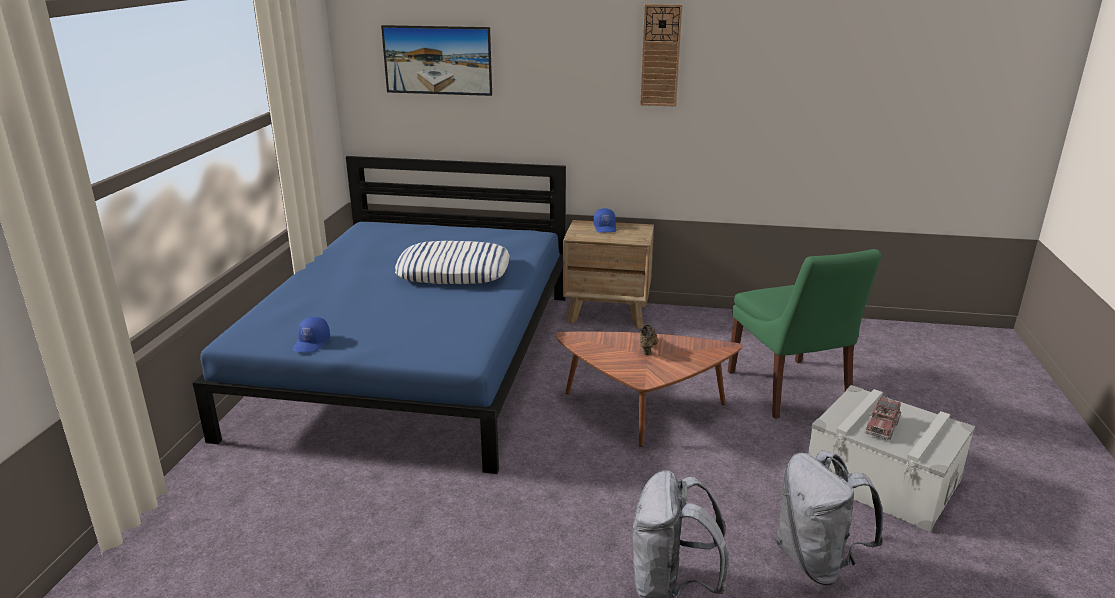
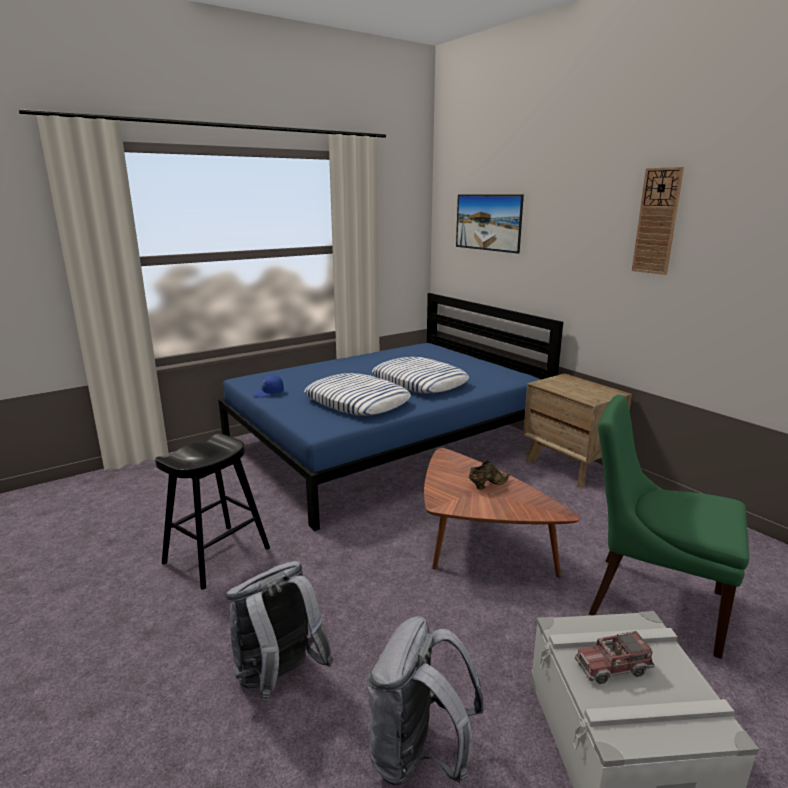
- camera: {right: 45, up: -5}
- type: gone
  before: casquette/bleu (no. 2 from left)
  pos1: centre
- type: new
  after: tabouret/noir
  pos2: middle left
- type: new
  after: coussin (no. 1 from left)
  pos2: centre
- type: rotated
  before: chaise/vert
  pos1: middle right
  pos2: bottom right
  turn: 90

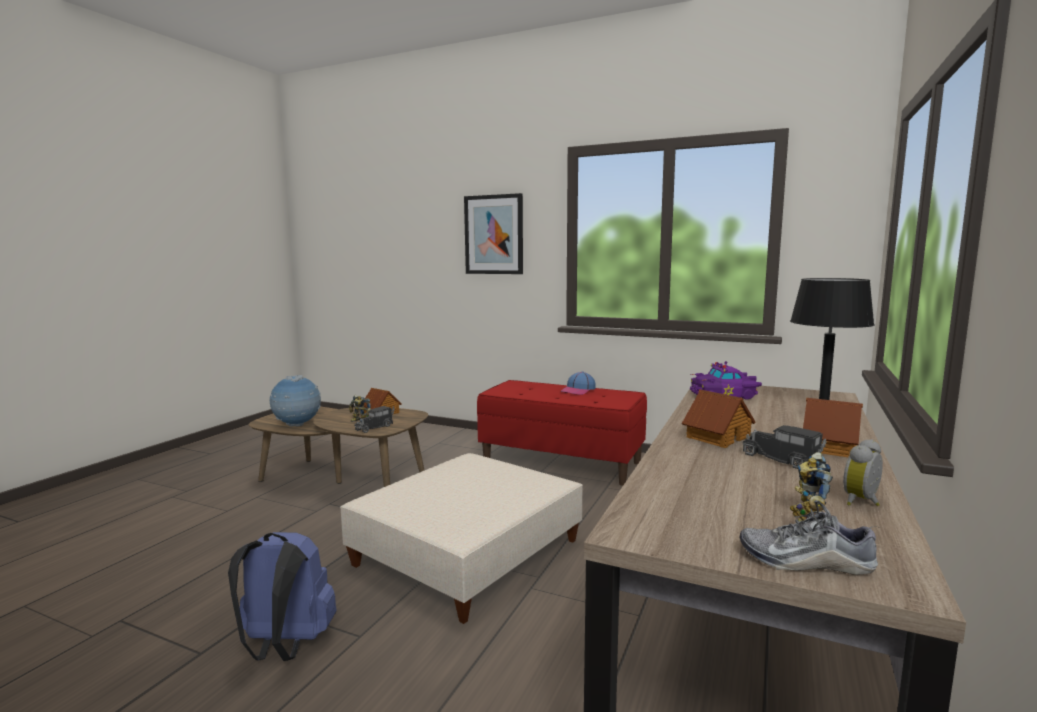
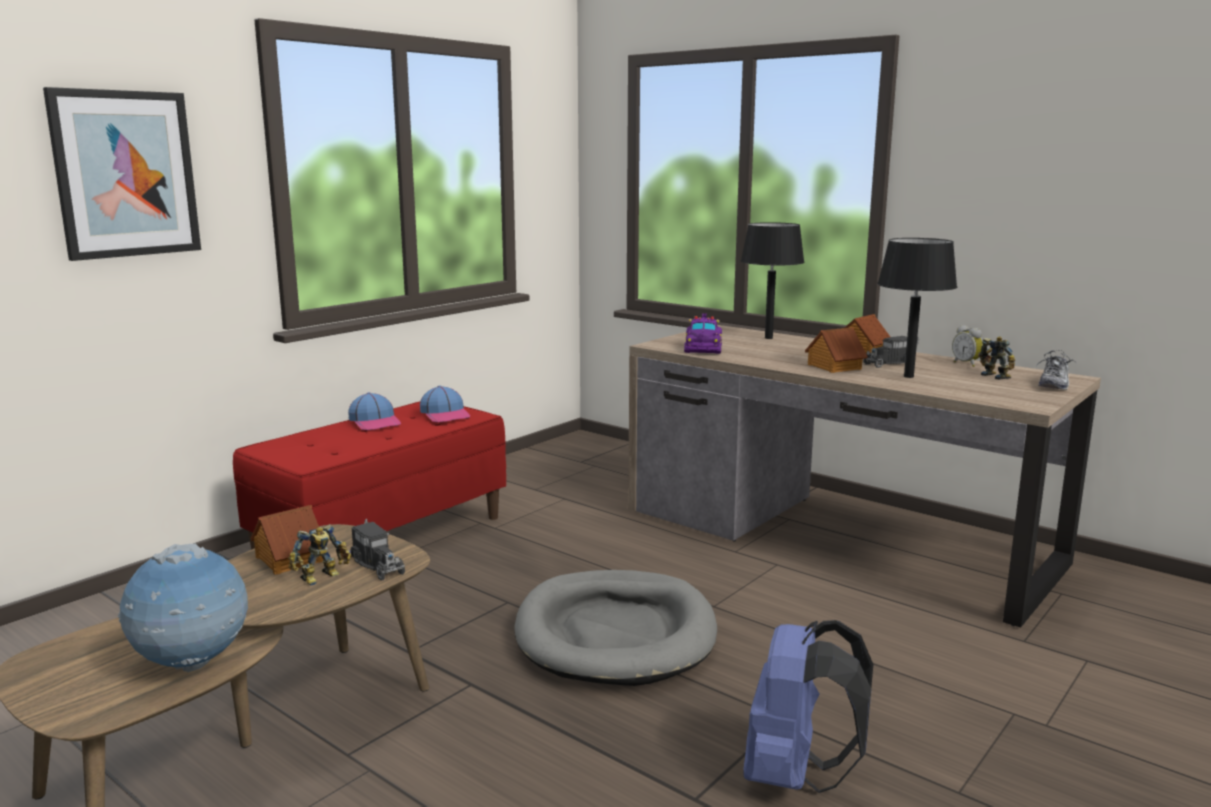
- camera: {right: -75, up: 5}
- type: new
  after: casquette (no. 2 from left)
  pos2: centre
- type: new
  after: lampe de table/noir (no. 2 from left)
  pos2: middle right
- type: swapped
  before: pouf/beige
  after: panier pour chien/gris
  pos1: bottom centre
  pos2: bottom centre
- type: rotated
  before: robot jouet (no. 2 from left)
  pos1: bottom right
  pos2: middle right
  turn: -150

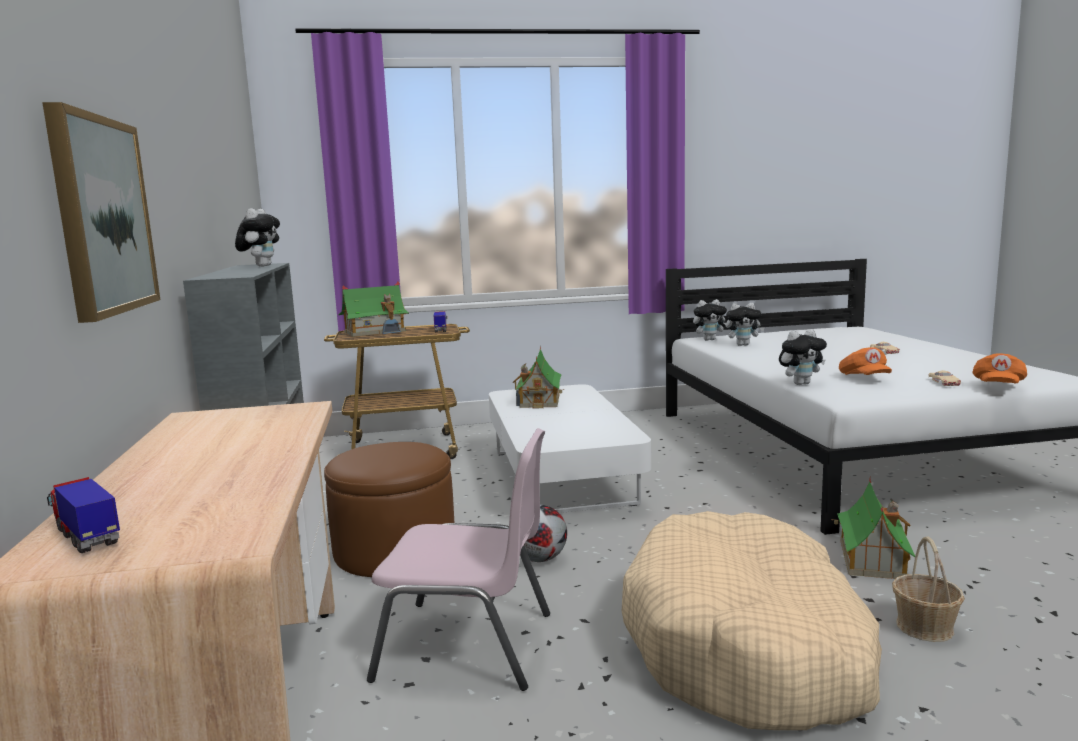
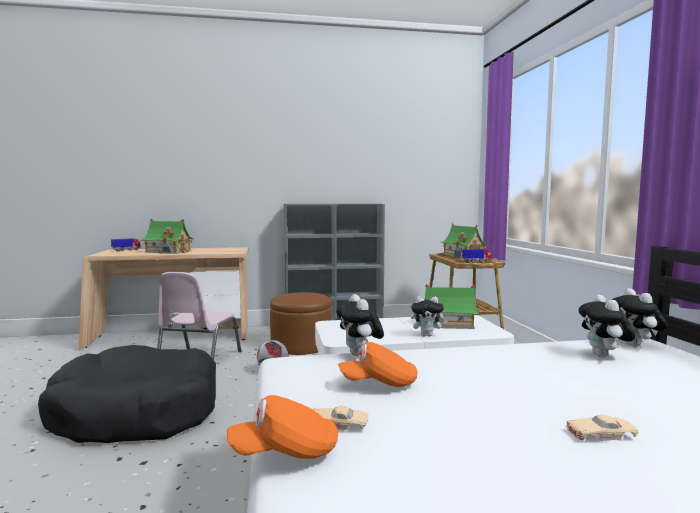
- camera: {right: 90, up: -5}
- type: gone
  before: tableau
  pos1: top left
- type: gone
  before: panier
  pos1: bottom right
- type: shifted
  before: peluche (no. 1 from left in the first image)
  after: peluche (no. 2 from left)
  pos1: top left
  pos2: centre
- type: shifted
  before: maison miniature (no. 3 from left in the first image)
  after: maison miniature (no. 1 from left)
  pos1: bottom right
  pos2: middle left
- type: repainted
  before: panier pour chien/beige
  after: panier pour chien/noir
  pos1: bottom right
  pos2: bottom left
- type: rotated
  before: casquette/orange (no. 2 from left in the first image)
  pos1: middle right
  pos2: bottom centre
  turn: -45

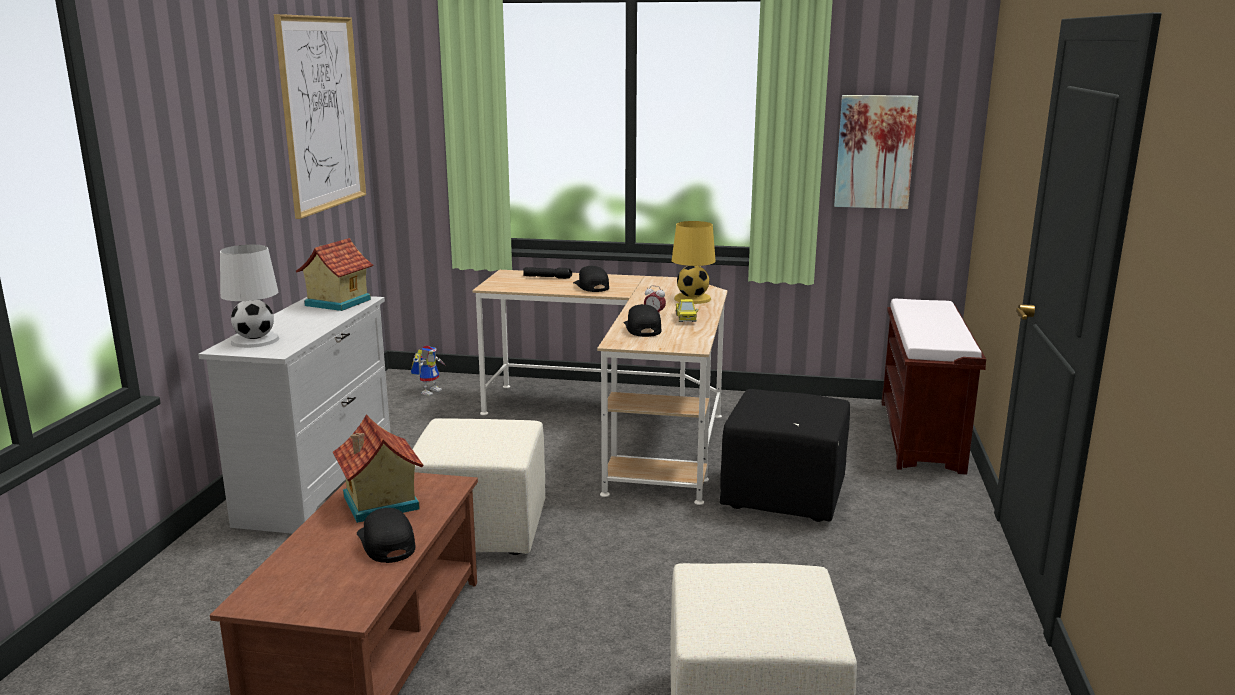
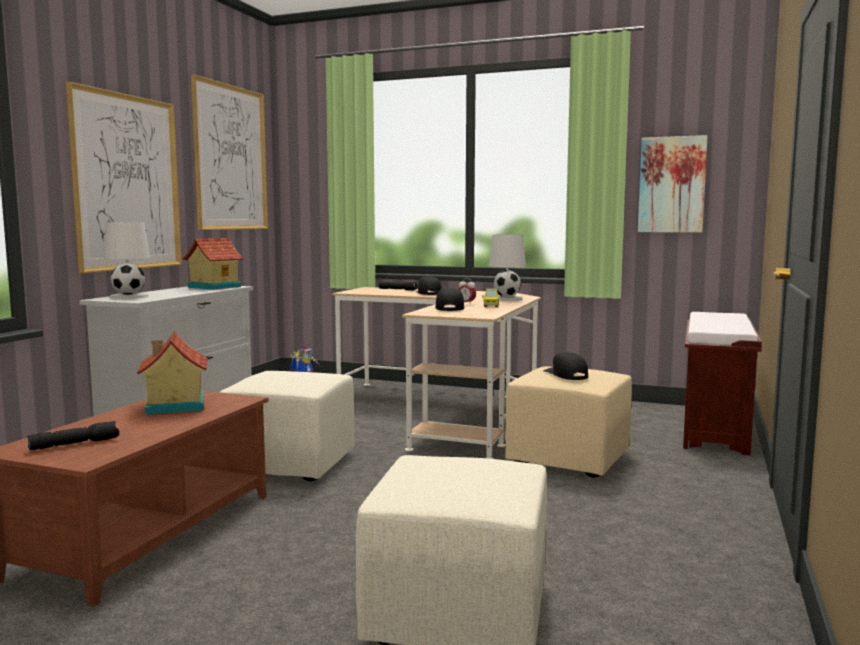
- camera: {right: 10, up: -10}
- type: new
  after: lampe de poche/noir (no. 1 from left)
  pos2: bottom left
- type: new
  after: tableau (no. 1 from left)
  pos2: top left
- type: shifted
  before: casquette/noir (no. 1 from left in the first image)
  after: casquette/noir (no. 3 from left)
  pos1: bottom left
  pos2: centre
- type: repainted
  before: lampe de table/jaune
  after: lampe de table/blanc (no. 2 from left)
  pos1: centre
  pos2: centre
- type: repainted
  before: pouf/noir
  after: pouf/beige (no. 3 from left)
  pos1: centre
  pos2: centre

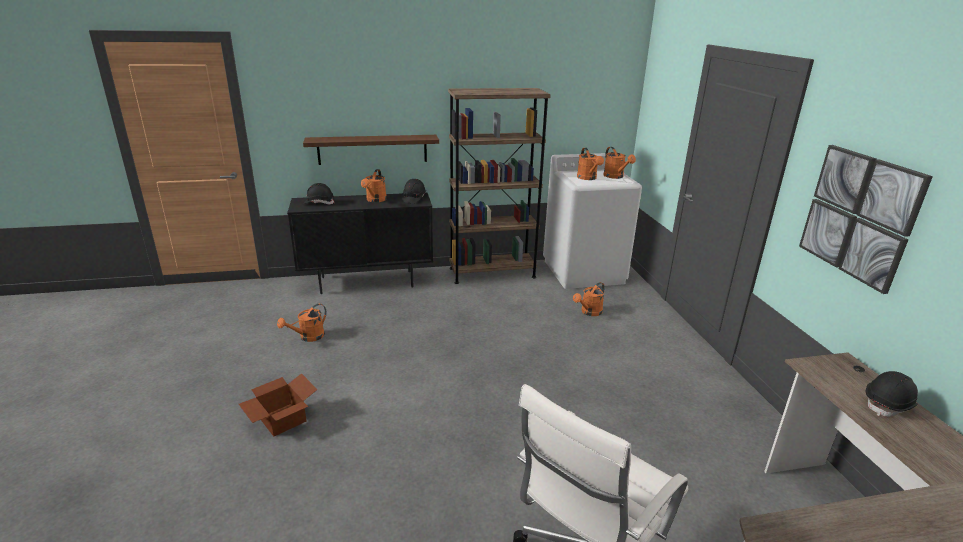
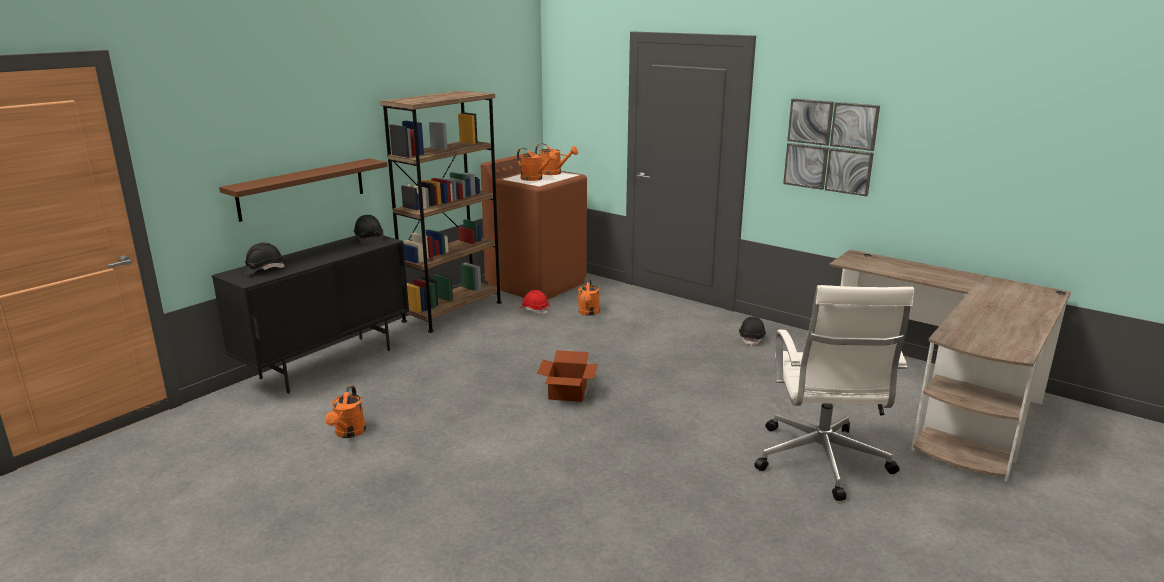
- camera: {right: -40, up: -5}
- type: gone
  before: arrosoir/orange (no. 2 from left)
  pos1: centre
- type: new
  after: casque de chantier/rouge
  pos2: centre
- type: shifted
  before: carton
  pos1: bottom left
  pos2: centre
- type: shifted
  before: casque de chantier/noir (no. 3 from left)
  pos1: bottom right
  pos2: centre
- type: repainted
  before: lave-linge/blanc
  after: lave-linge/marron
  pos1: centre
  pos2: centre

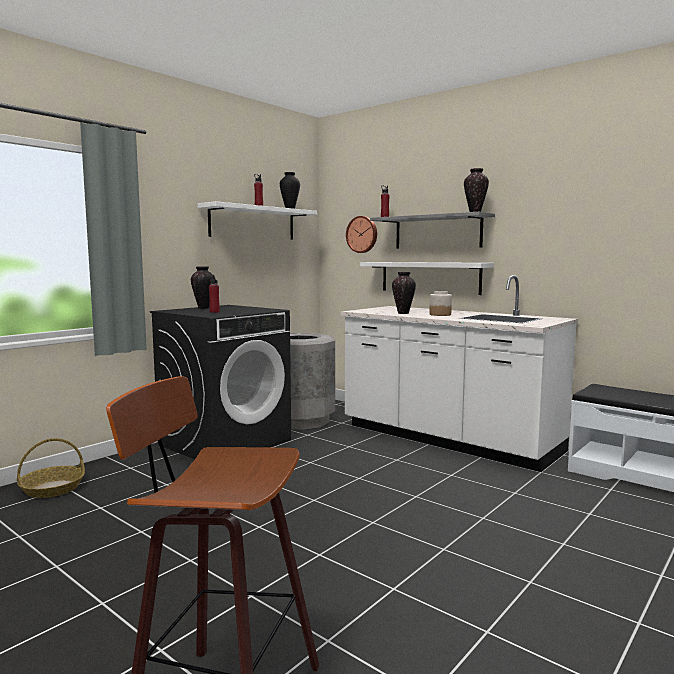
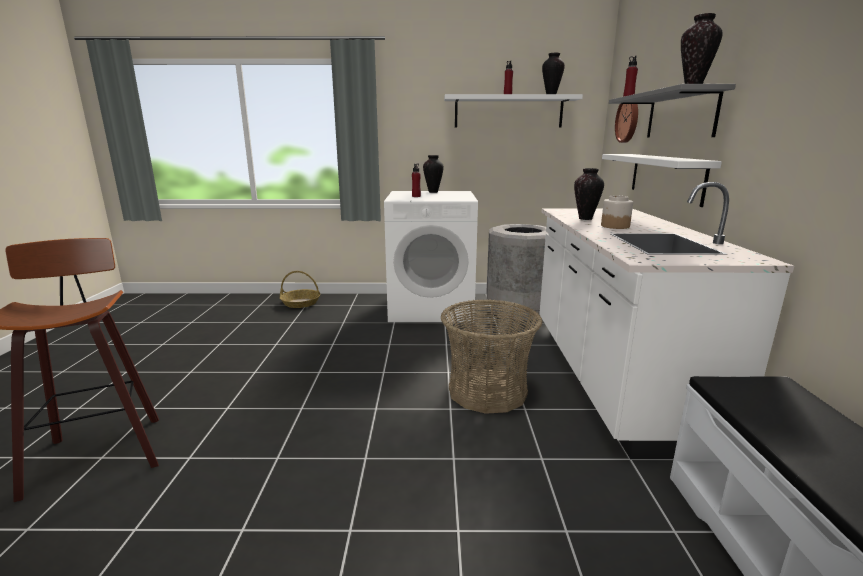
- camera: {right: 50, up: 10}
- type: new
  after: panier (no. 2 from left)
  pos2: centre
- type: repainted
  before: lave-linge/noir
  after: lave-linge/blanc
  pos1: middle left
  pos2: centre

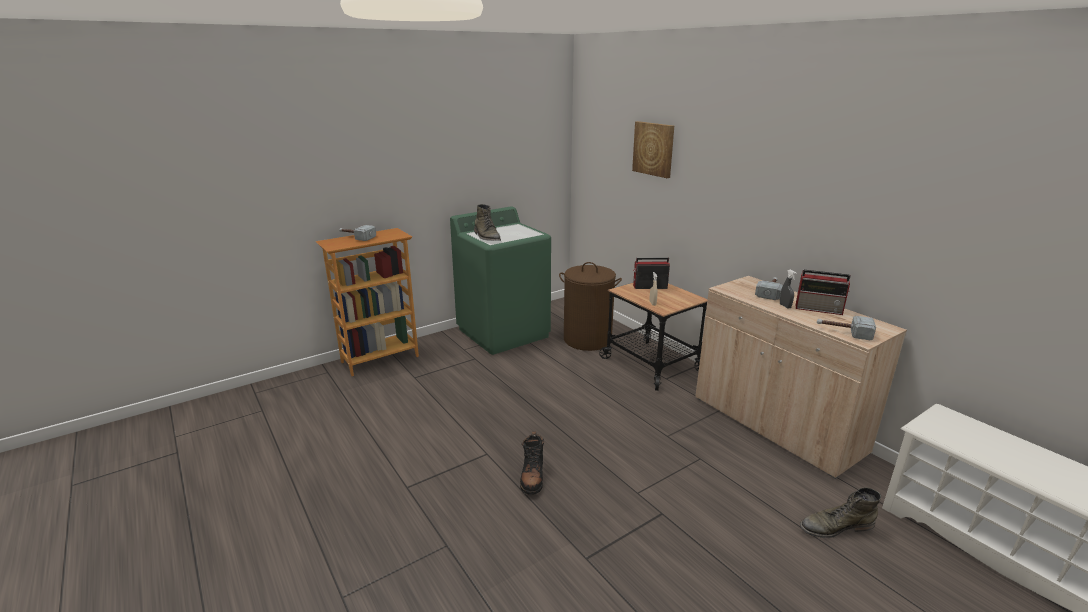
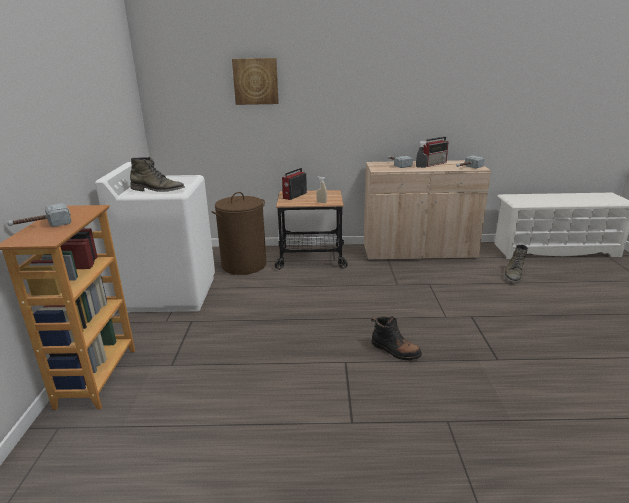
- camera: {right: -55, up: 0}
- type: repainted
  before: lave-linge/vert
  after: lave-linge/blanc
  pos1: centre
  pos2: middle left

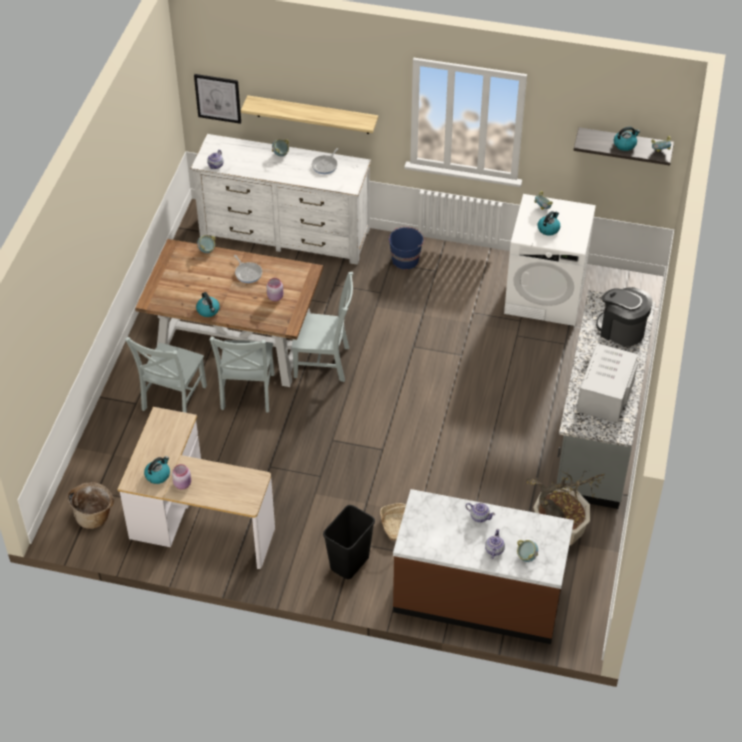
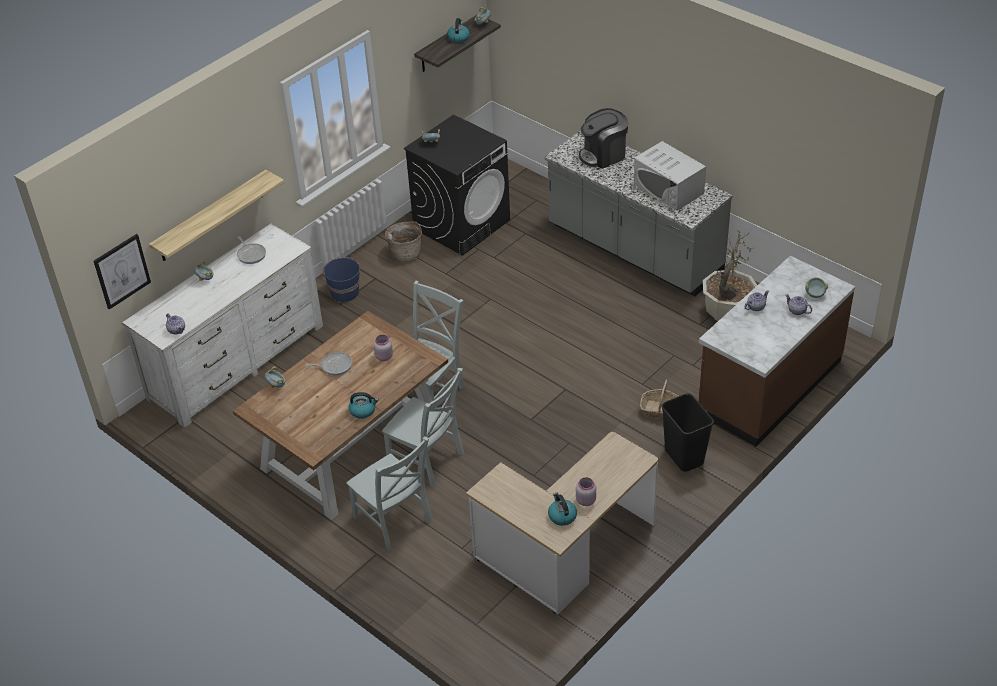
- camera: {right: -60, up: -5}
- type: gone
  before: bouilloire (no. 3 from left)
  pos1: top right
- type: shifted
  before: panier (no. 1 from left)
  pos1: bottom left
  pos2: centre
- type: repainted
  before: lave-linge/blanc
  after: lave-linge/noir
  pos1: middle right
  pos2: top centre

